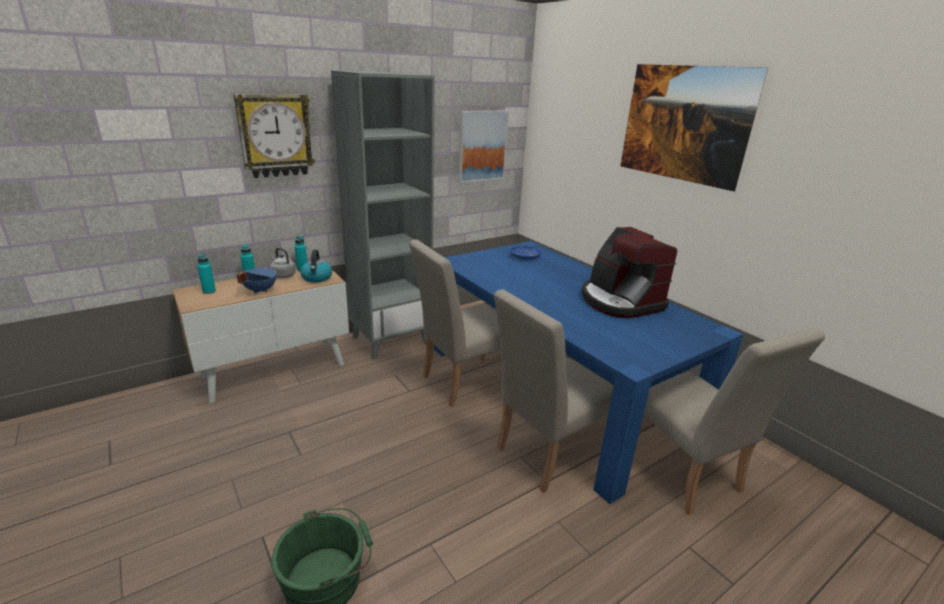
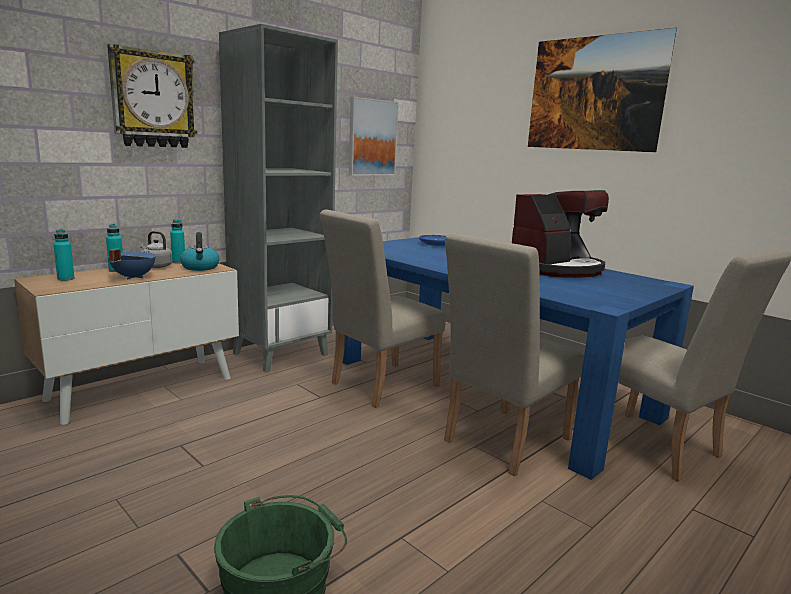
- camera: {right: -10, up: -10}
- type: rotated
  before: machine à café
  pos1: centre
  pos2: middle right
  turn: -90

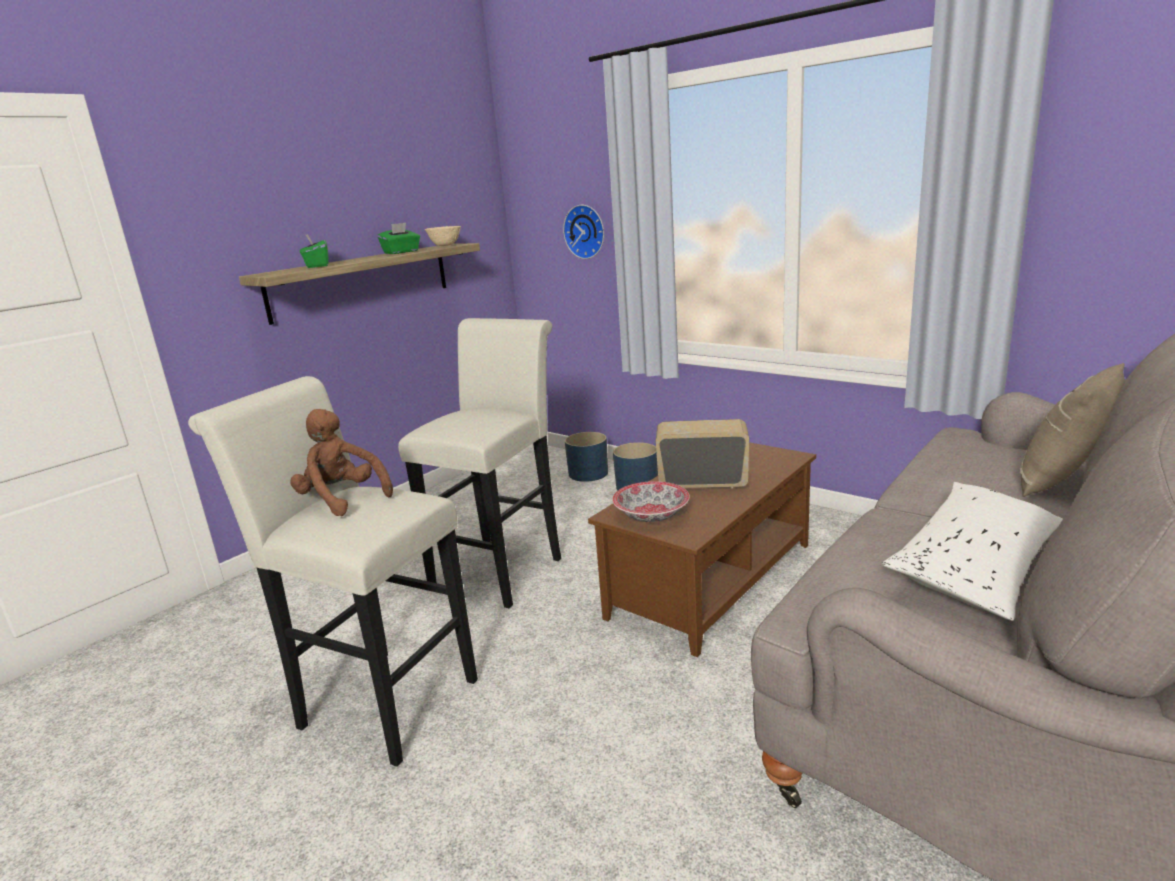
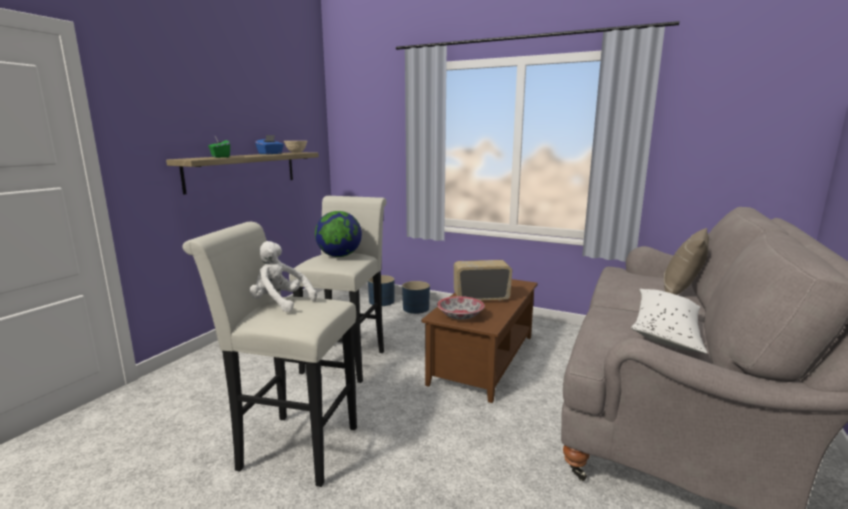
- camera: {right: -15, up: -5}
- type: gone
  before: horloge murale
  pos1: top centre
- type: new
  after: globe
  pos2: centre
- type: repainted
  before: peluche/marron
  after: peluche/blanc
  pos1: middle left
  pos2: centre
- type: repainted
  before: boîte à mouchoirs/vert (no. 2 from left)
  after: boîte à mouchoirs/bleu
  pos1: top centre
  pos2: top left

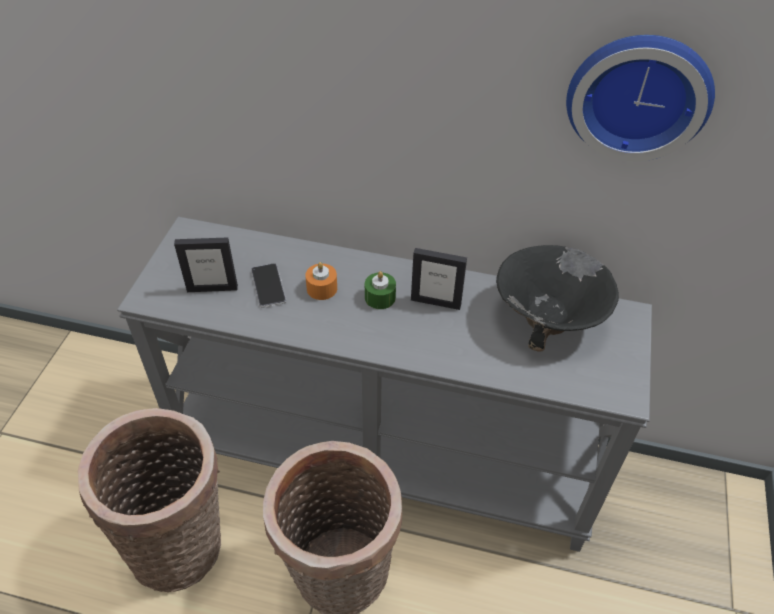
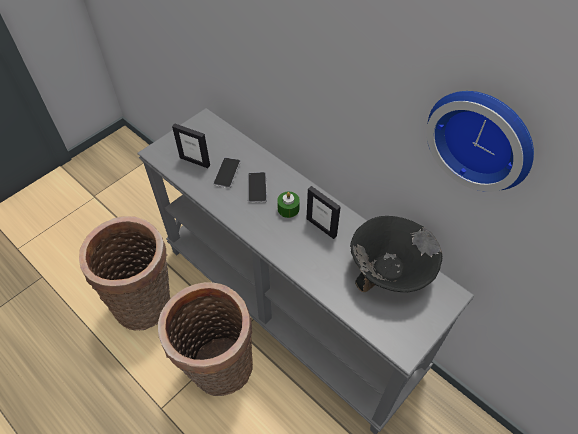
- camera: {right: 30, up: 5}
- type: swapped
  before: bougie/orange
  after: téléphone (no. 2 from left)
  pos1: centre
  pos2: centre

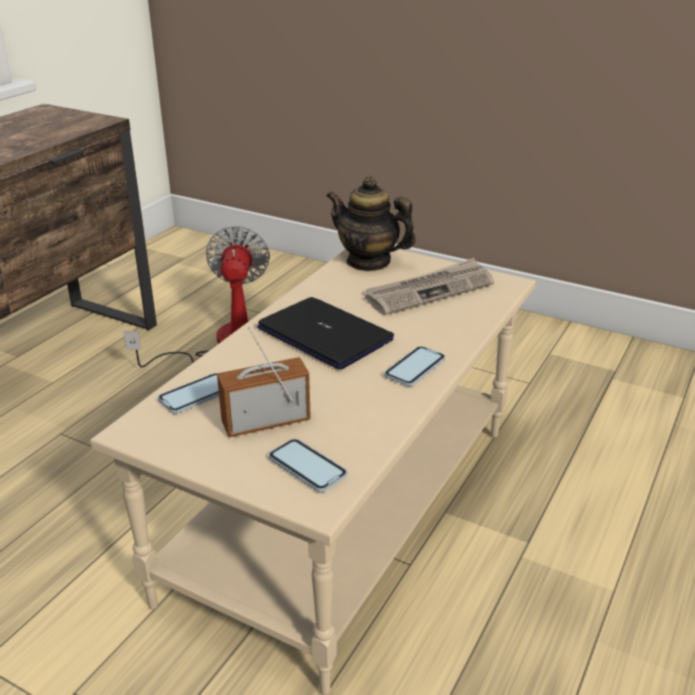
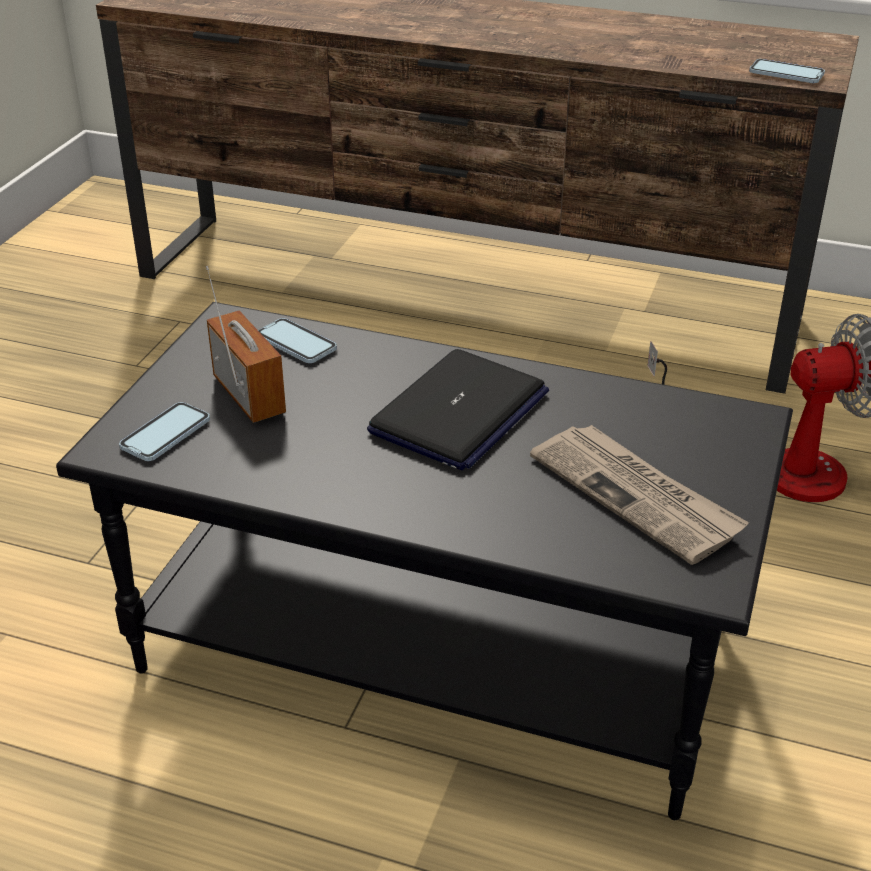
- camera: {right: 80, up: 5}
- type: gone
  before: théière
  pos1: top centre
- type: shifted
  before: téléphone (no. 3 from left)
  pos1: centre
  pos2: top right
- type: repainted
  before: table basse/beige
  after: table basse/noir
  pos1: bottom centre
  pos2: centre

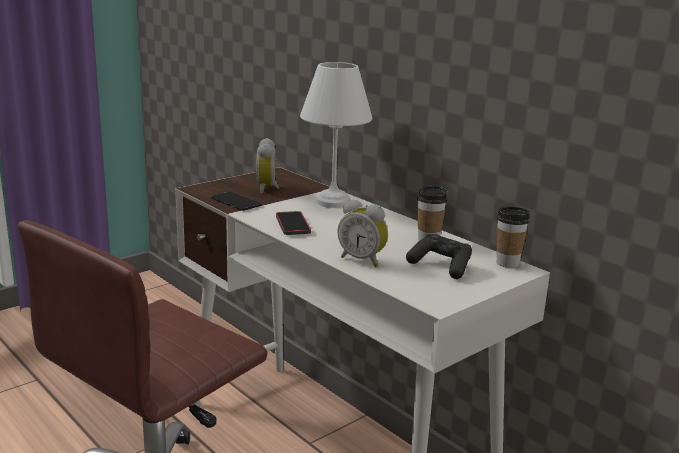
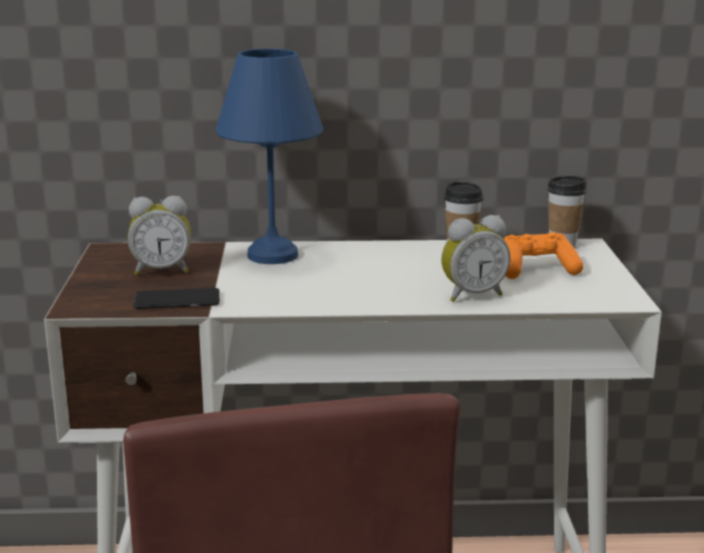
- camera: {right: -50, up: 0}
- type: gone
  before: téléphone (no. 2 from left)
  pos1: centre
- type: repainted
  before: lampe de table/blanc
  after: lampe de table/bleu
  pos1: top centre
  pos2: top centre
- type: repainted
  before: manette/noir
  after: manette/orange
  pos1: centre
  pos2: middle right
- type: rotated
  before: réveil (no. 1 from left)
  pos1: centre
  pos2: middle left
  turn: -45

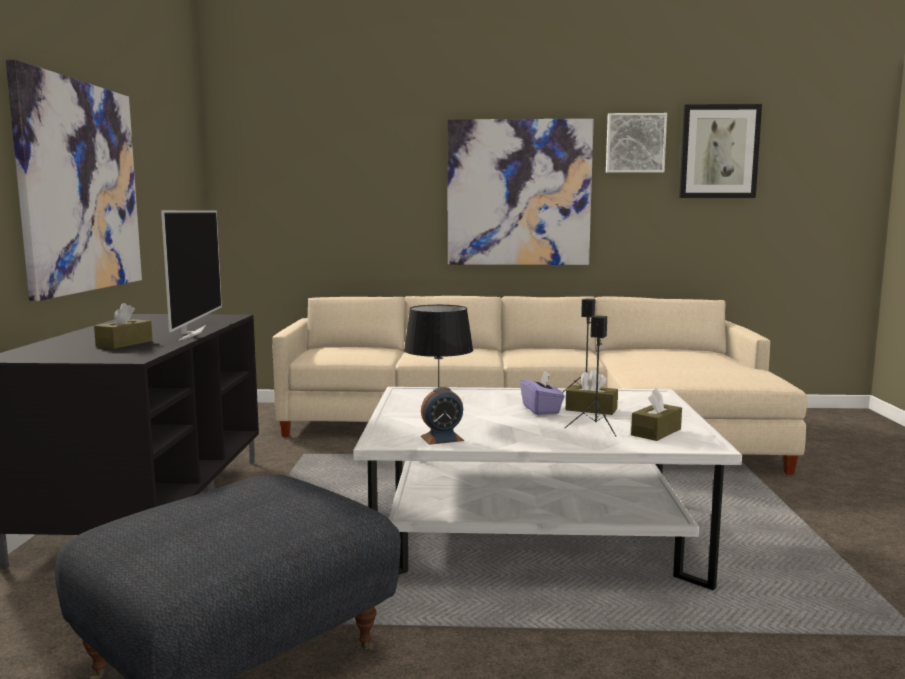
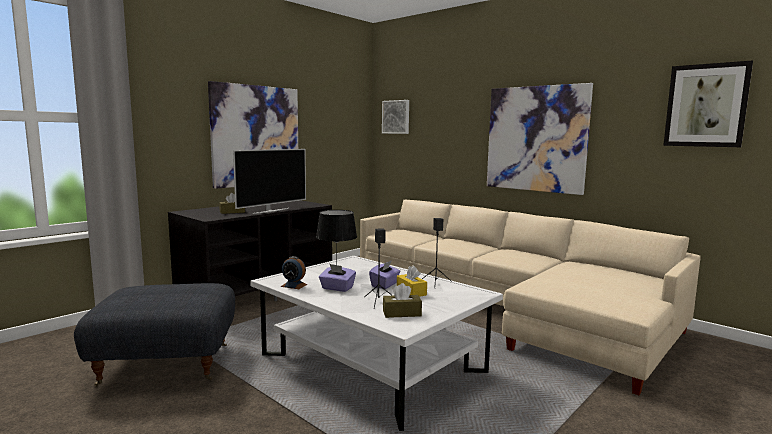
- camera: {right: 40, up: 0}
- type: new
  after: boîte à mouchoirs/violet (no. 1 from left)
  pos2: centre
- type: shifted
  before: tableau (no. 3 from left in the first image)
  after: tableau (no. 2 from left)
  pos1: top right
  pos2: top centre
- type: repainted
  before: boîte à mouchoirs/marron (no. 2 from left)
  after: boîte à mouchoirs/jaune
  pos1: centre
  pos2: centre

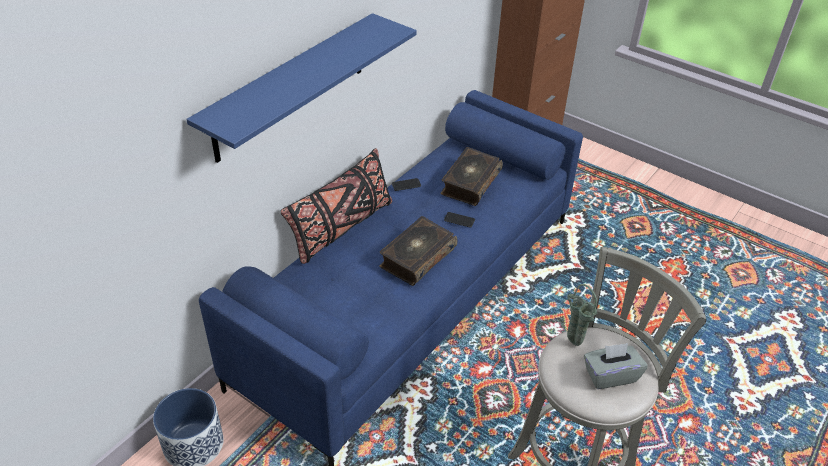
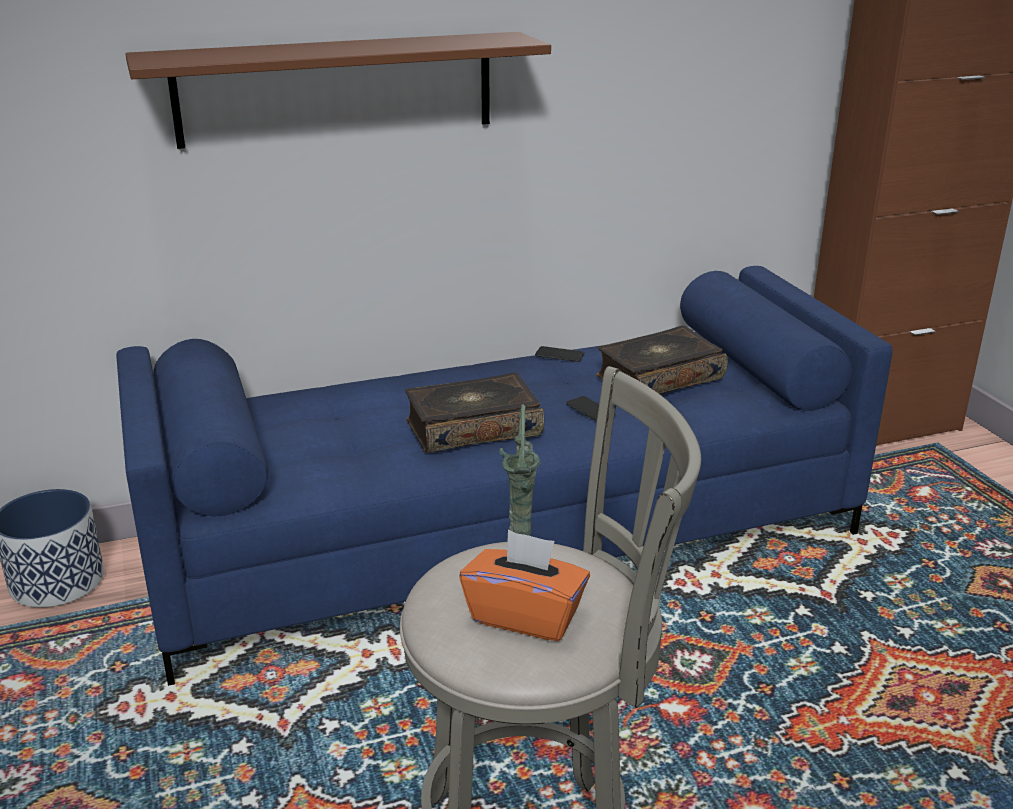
- camera: {right: 35, up: -15}
- type: gone
  before: coussin/noir
  pos1: centre
- type: repainted
  before: étagère/bleu
  after: étagère/marron
  pos1: top centre
  pos2: top centre
- type: repainted
  before: boîte à mouchoirs/gris
  after: boîte à mouchoirs/orange
  pos1: bottom right
  pos2: bottom centre

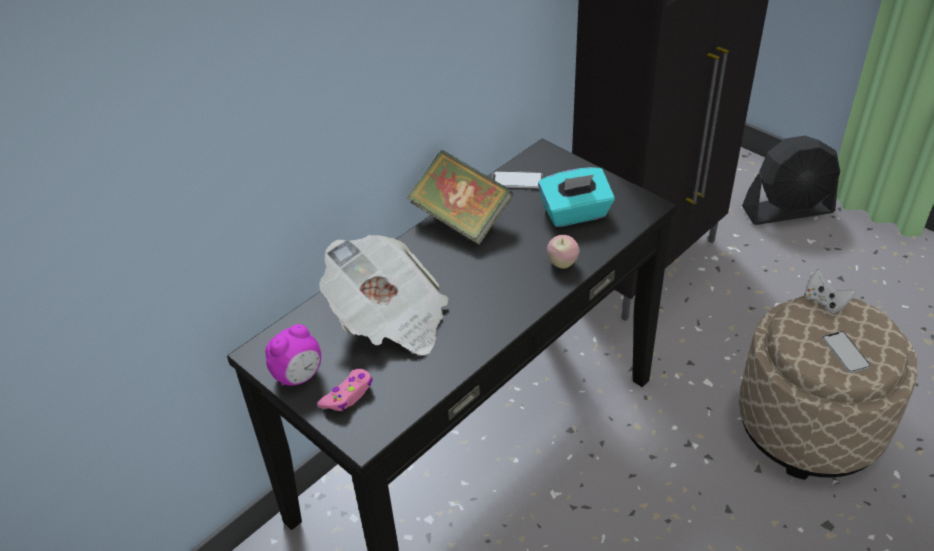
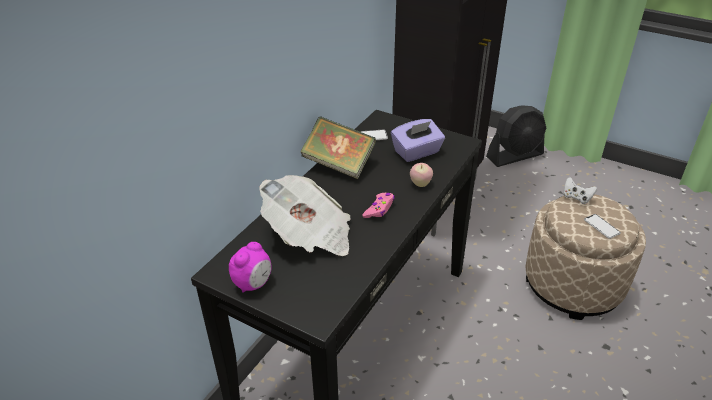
- camera: {right: -15, up: -5}
- type: shifted
  before: manette/rose
  pos1: bottom centre
  pos2: centre
- type: repainted
  before: boîte à mouchoirs/turquoise
  after: boîte à mouchoirs/violet
  pos1: centre
  pos2: centre

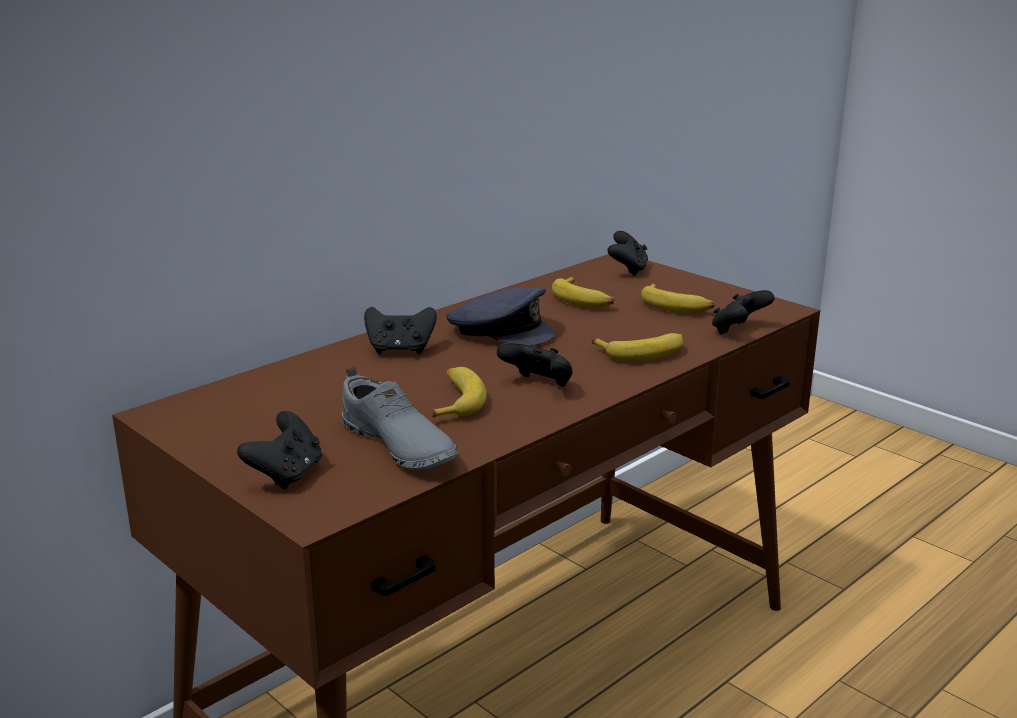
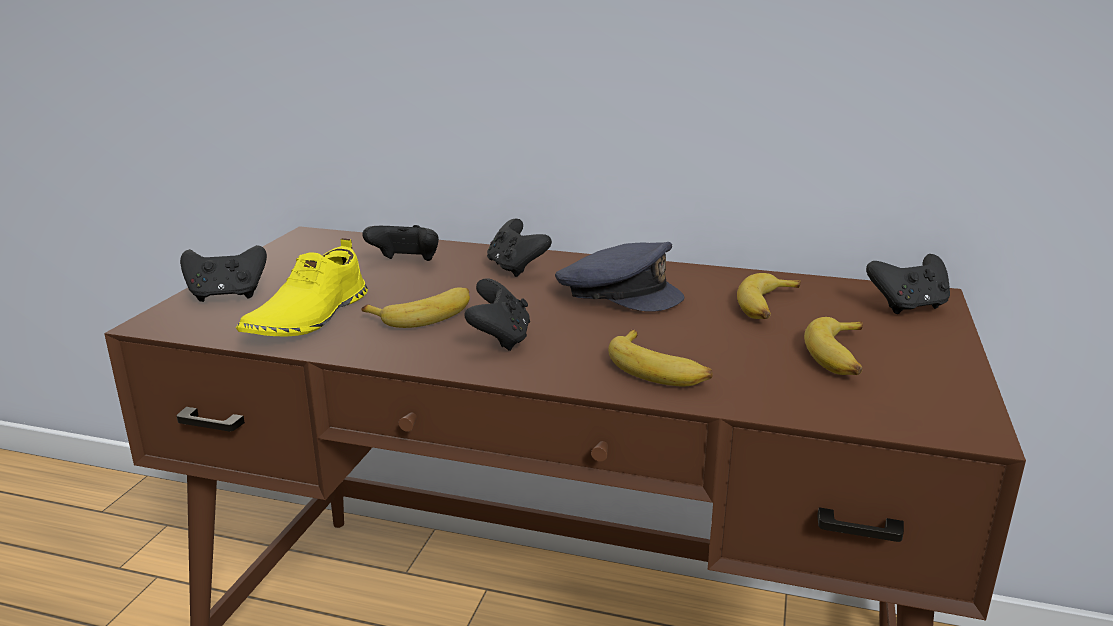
- camera: {right: 60, up: 0}
- type: shifted
  before: manette/noir (no. 5 from left in the first image)
  after: manette/noir (no. 2 from left)
  pos1: middle right
  pos2: centre
- type: repainted
  before: chaussure/gris
  after: chaussure/jaune
  pos1: centre
  pos2: middle left
- type: rotated
  before: casquette/gris
  pos1: centre
  pos2: centre
  turn: -60

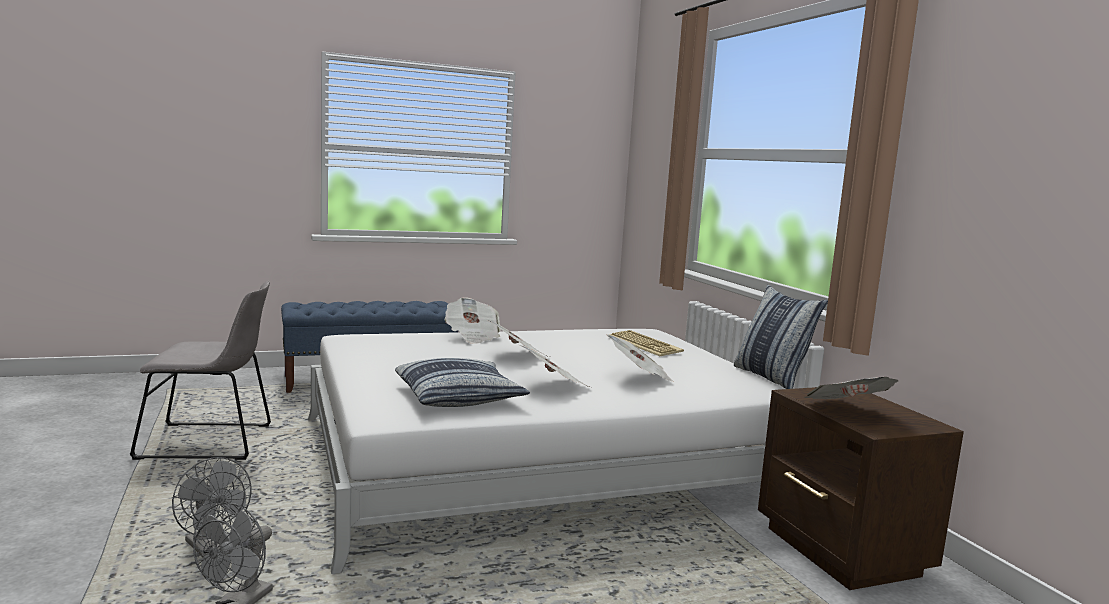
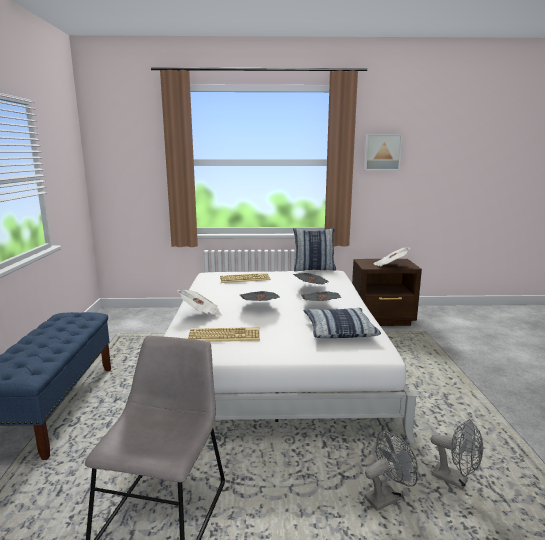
- camera: {right: -70, up: 5}
- type: new
  after: clavier (no. 1 from left)
  pos2: centre
- type: new
  after: tableau
  pos2: top right

